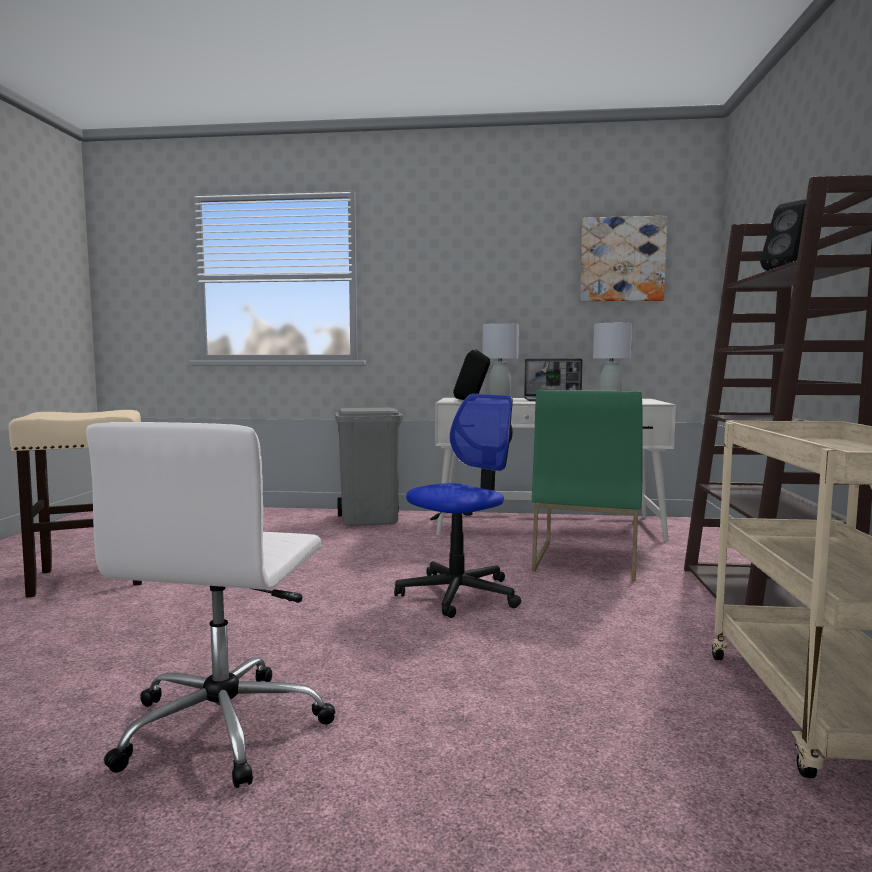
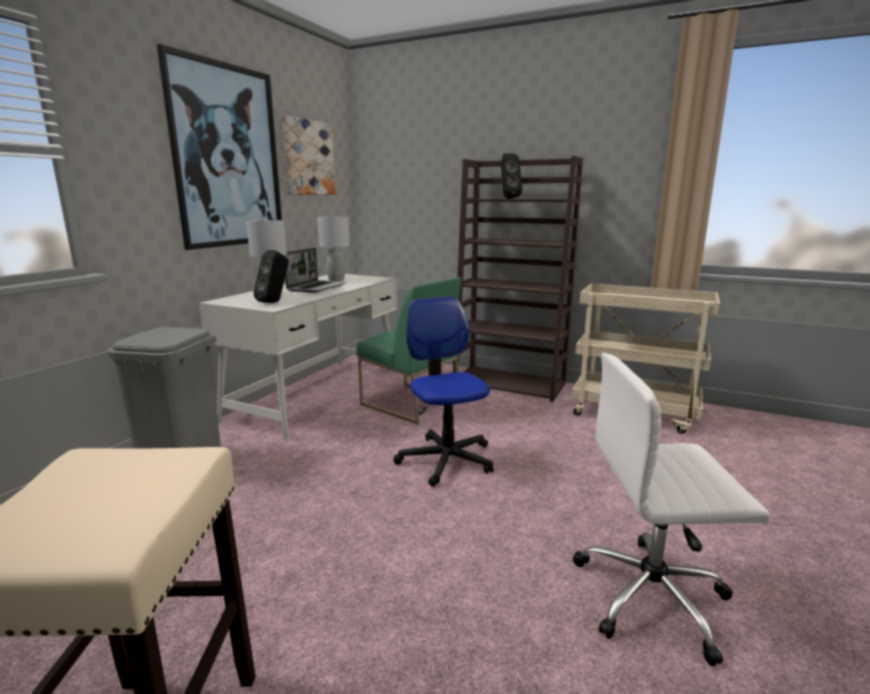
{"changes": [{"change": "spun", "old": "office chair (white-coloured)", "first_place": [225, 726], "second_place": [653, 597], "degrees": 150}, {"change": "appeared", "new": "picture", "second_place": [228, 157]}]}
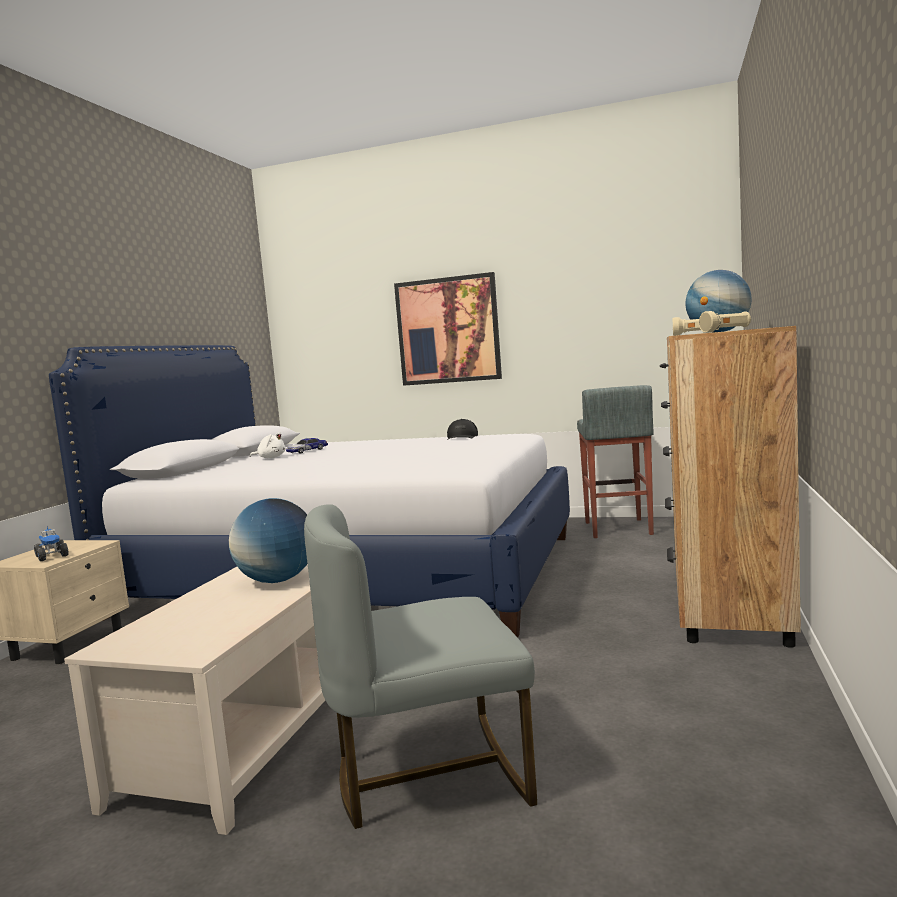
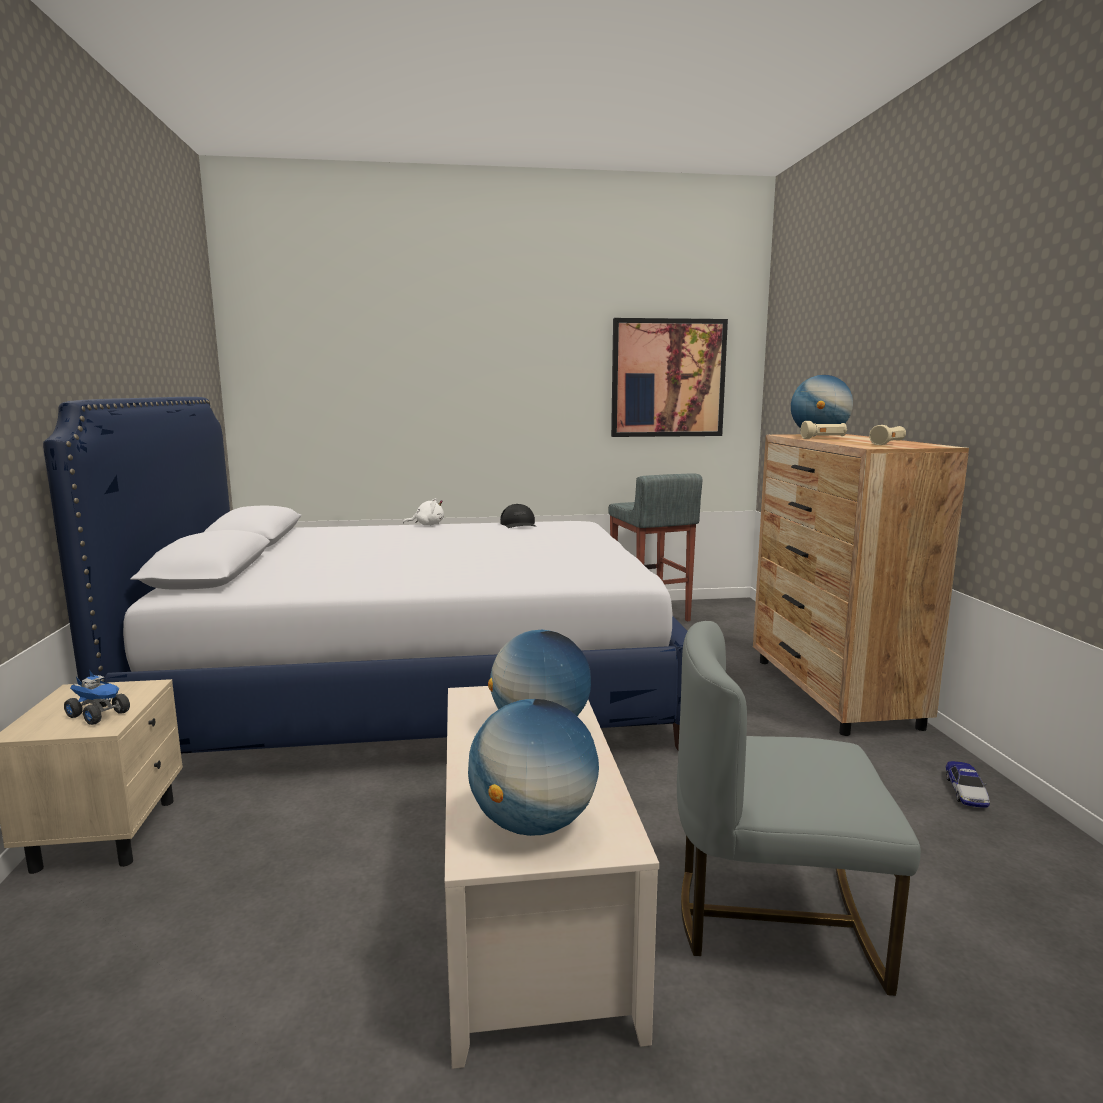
{"changes": [{"change": "relocated", "old": "picture", "first_place": [448, 330], "second_place": [668, 378]}, {"change": "relocated", "old": "cuddly toy (white-coloured)", "first_place": [270, 458], "second_place": [427, 525]}, {"change": "relocated", "old": "model car", "first_place": [307, 451], "second_place": [965, 791]}, {"change": "spun", "old": "upright chair (gray)", "first_place": [428, 773], "second_place": [774, 918], "degrees": 45}, {"change": "appeared", "new": "desk globe", "second_place": [533, 824]}]}
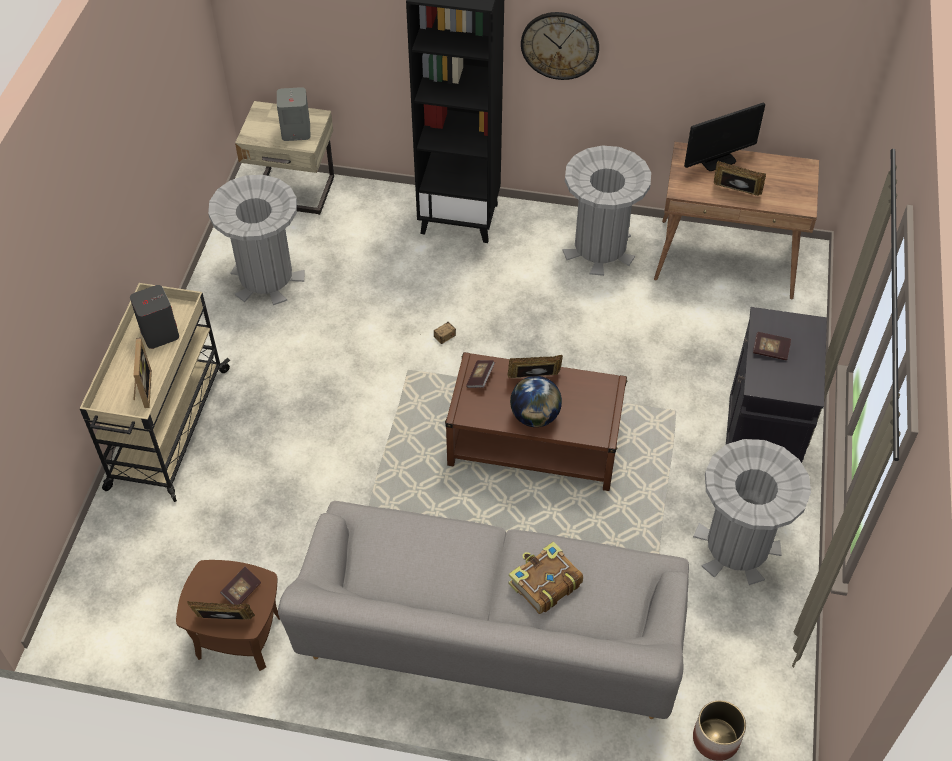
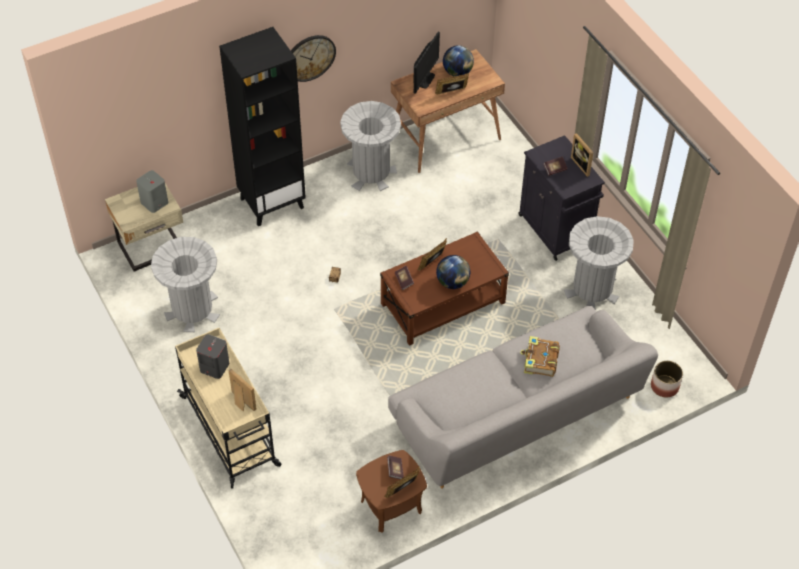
{"changes": [{"change": "appeared", "new": "desk globe", "second_place": [457, 72]}, {"change": "appeared", "new": "photo frame", "second_place": [583, 165]}]}
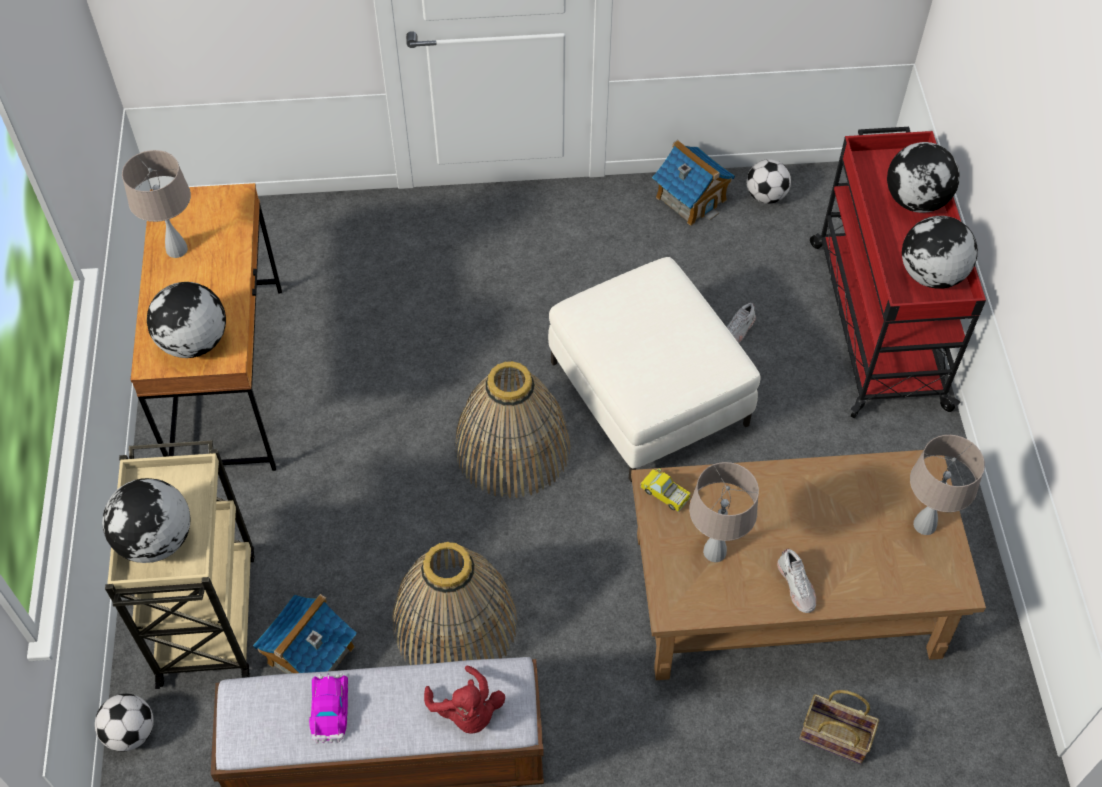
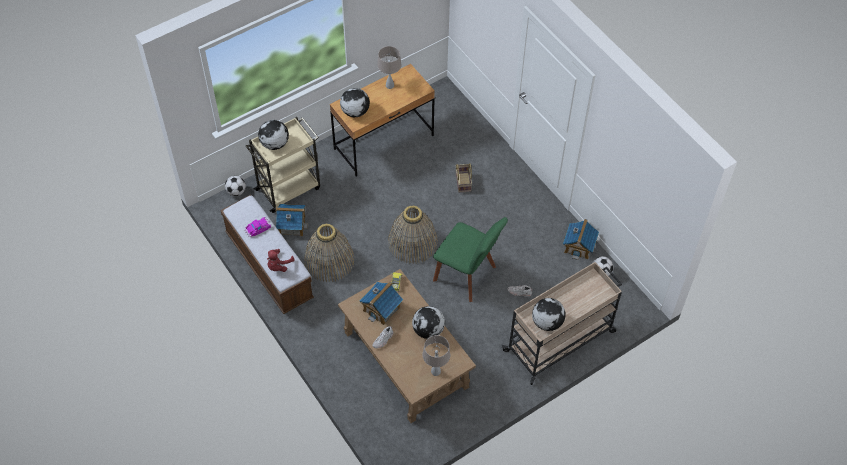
{"changes": [{"change": "colour", "old": "wheeled cart (reddish)", "new": "wheeled cart (beige-coloured)", "first_place": [877, 322], "second_place": [560, 341]}, {"change": "relocated", "old": "desk globe", "first_place": [916, 201], "second_place": [428, 330]}, {"change": "exchanged", "old": "footrest (white-coloured)", "new": "upright chair (green)", "first_place": [648, 394], "second_place": [467, 275]}, {"change": "exchanged", "old": "table lamp (beige-coloured)", "new": "model house", "first_place": [715, 551], "second_place": [381, 308]}, {"change": "relocated", "old": "household basket", "first_place": [832, 737], "second_place": [462, 182]}]}
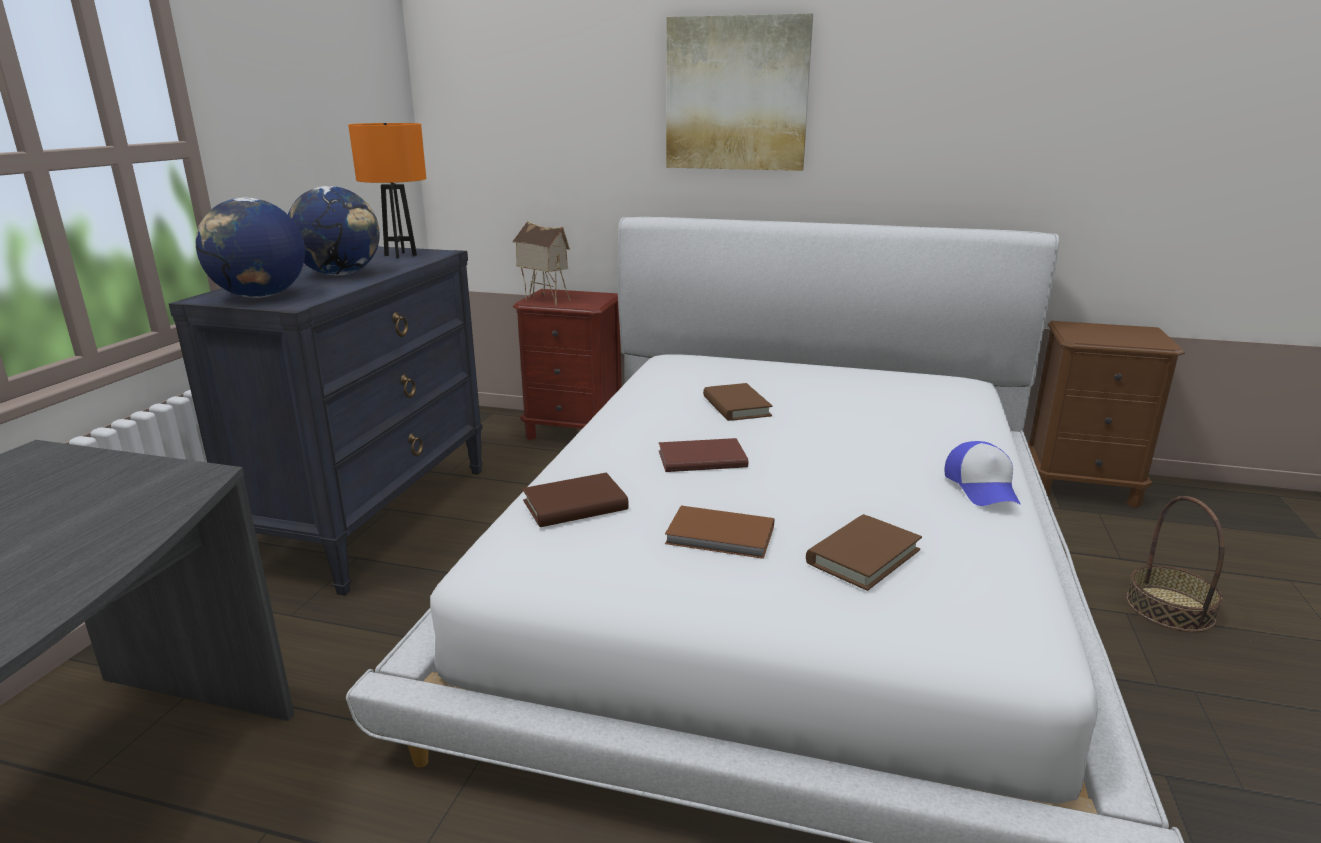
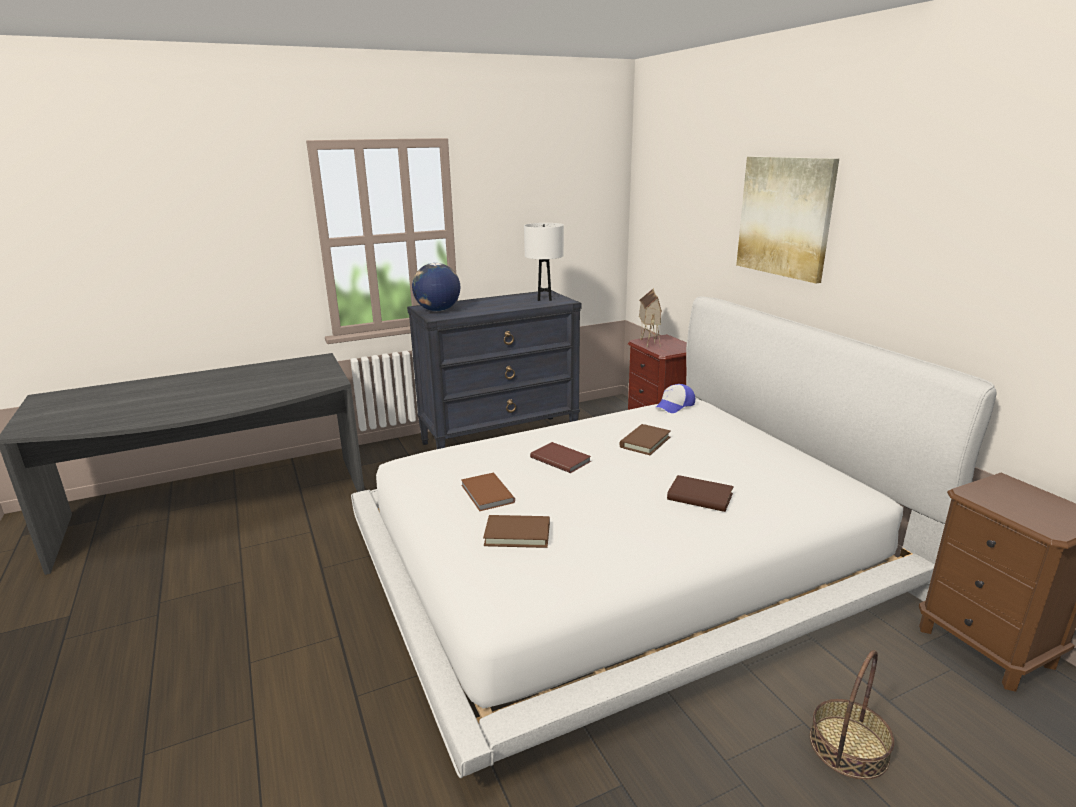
{"changes": [{"change": "colour", "old": "table lamp (orange-coloured)", "new": "table lamp (white-coloured)", "first_place": [401, 255], "second_place": [544, 299]}, {"change": "missing", "old": "desk globe", "first_place": [340, 274]}, {"change": "relocated", "old": "cap", "first_place": [982, 487], "second_place": [674, 405]}, {"change": "relocated", "old": "book (brown-coloured)", "first_place": [575, 506], "second_place": [699, 497]}]}
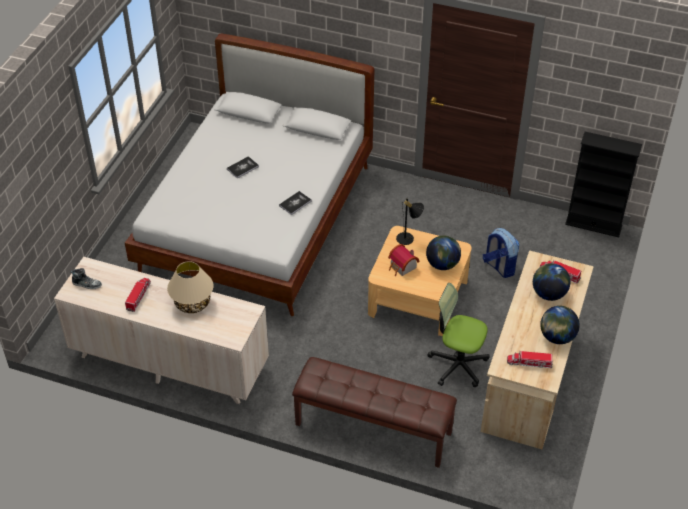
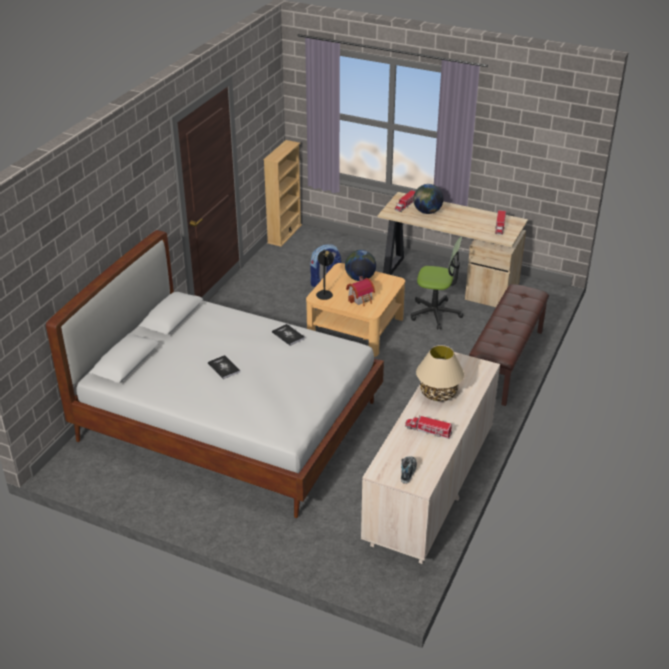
{"changes": [{"change": "colour", "old": "bookcase (black)", "new": "bookcase (beige-coloured)", "first_place": [593, 225], "second_place": [284, 234]}, {"change": "spun", "old": "office chair", "first_place": [457, 365], "second_place": [435, 313], "degrees": -105}, {"change": "missing", "old": "desk globe", "first_place": [557, 337]}]}
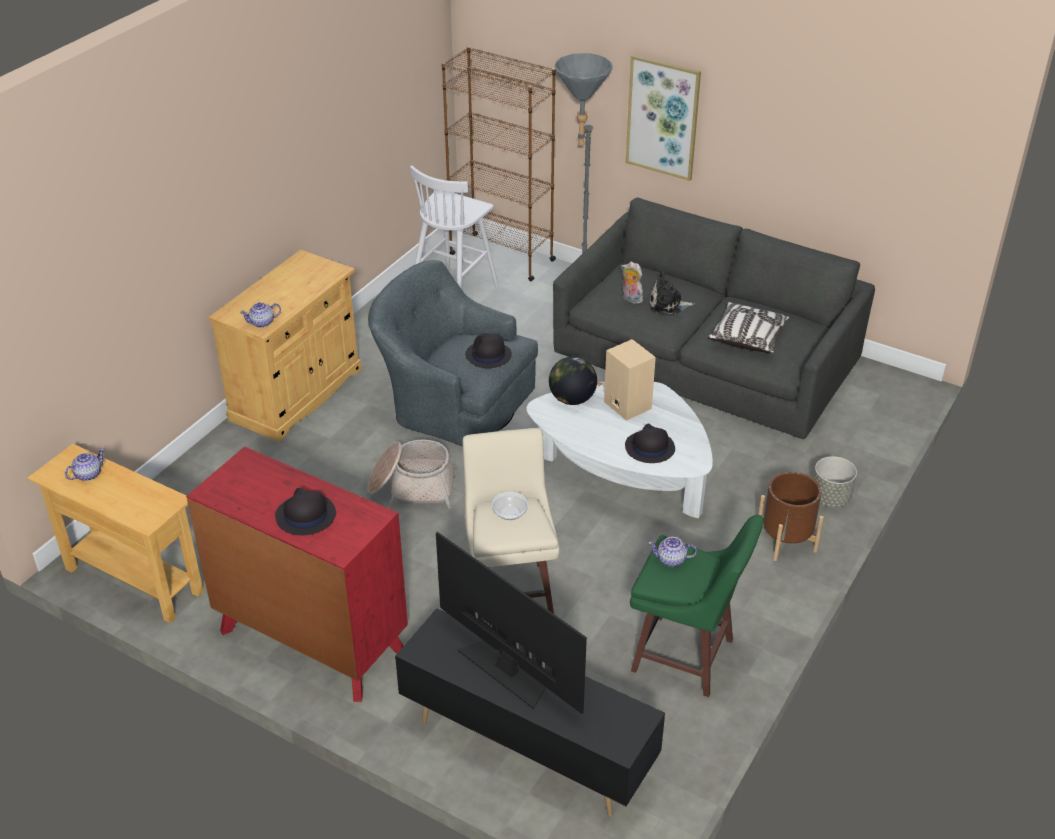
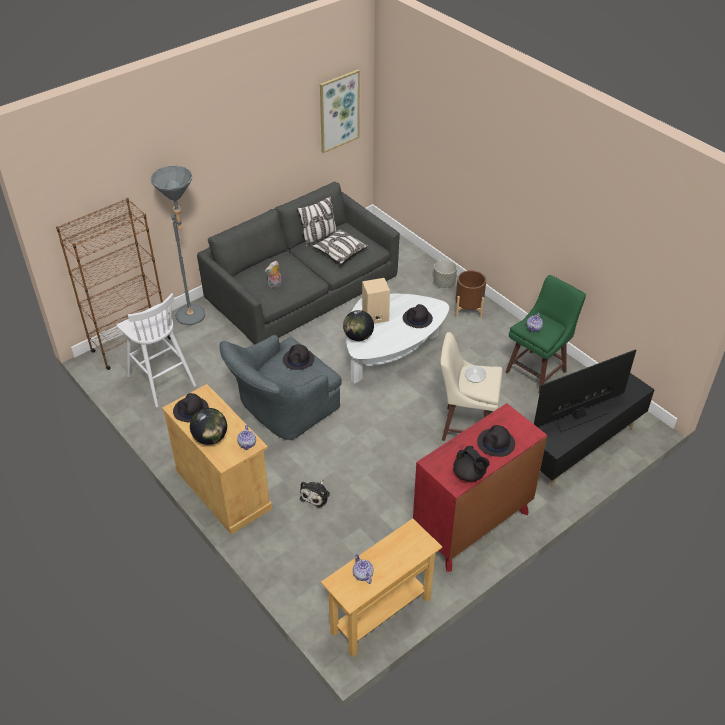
{"changes": [{"change": "relocated", "old": "picture", "first_place": [663, 117], "second_place": [339, 111]}, {"change": "relocated", "old": "cuddly toy", "first_place": [668, 305], "second_place": [316, 495]}, {"change": "missing", "old": "household basket", "first_place": [412, 486]}, {"change": "appeared", "new": "pillow", "second_place": [319, 237]}, {"change": "appeared", "new": "clothing hat (black)", "second_place": [191, 410]}, {"change": "appeared", "new": "desk globe", "second_place": [210, 438]}, {"change": "appeared", "new": "pot for tea (black)", "second_place": [469, 474]}]}
